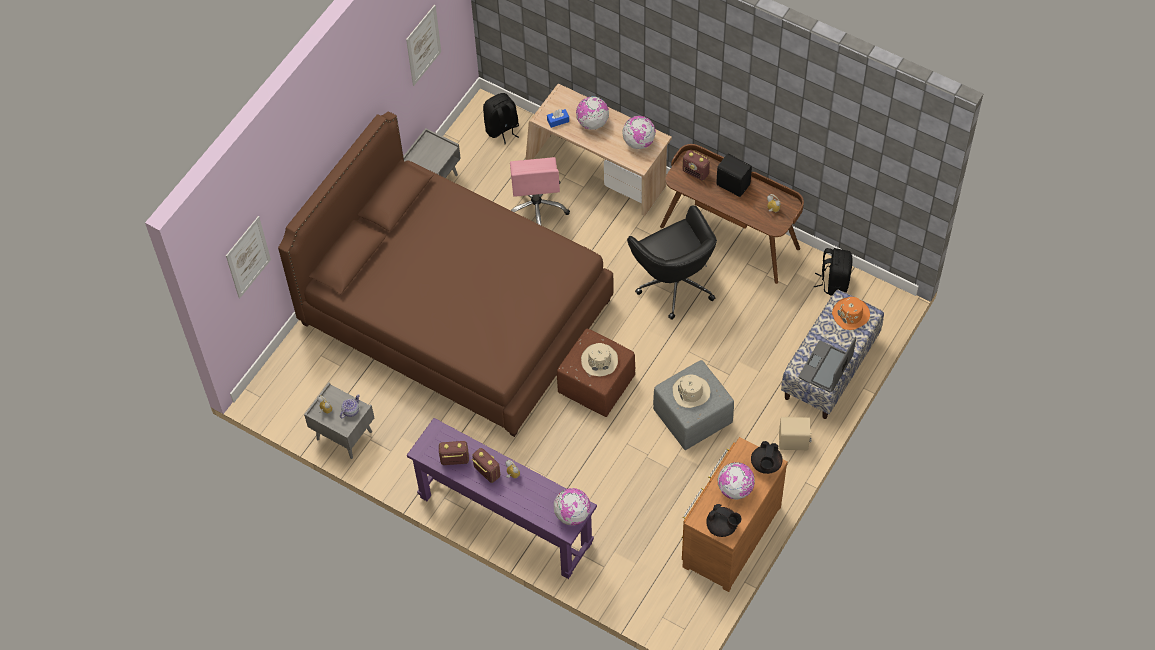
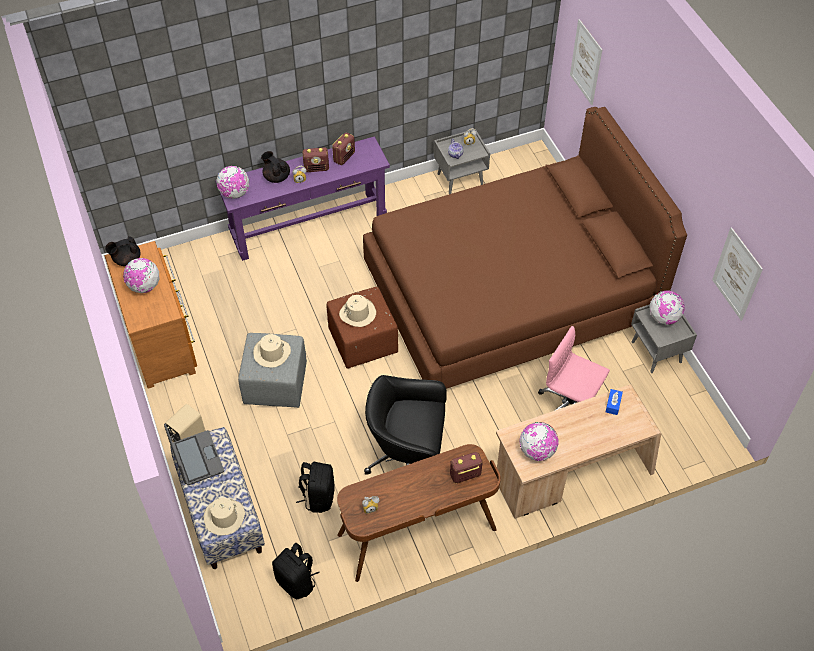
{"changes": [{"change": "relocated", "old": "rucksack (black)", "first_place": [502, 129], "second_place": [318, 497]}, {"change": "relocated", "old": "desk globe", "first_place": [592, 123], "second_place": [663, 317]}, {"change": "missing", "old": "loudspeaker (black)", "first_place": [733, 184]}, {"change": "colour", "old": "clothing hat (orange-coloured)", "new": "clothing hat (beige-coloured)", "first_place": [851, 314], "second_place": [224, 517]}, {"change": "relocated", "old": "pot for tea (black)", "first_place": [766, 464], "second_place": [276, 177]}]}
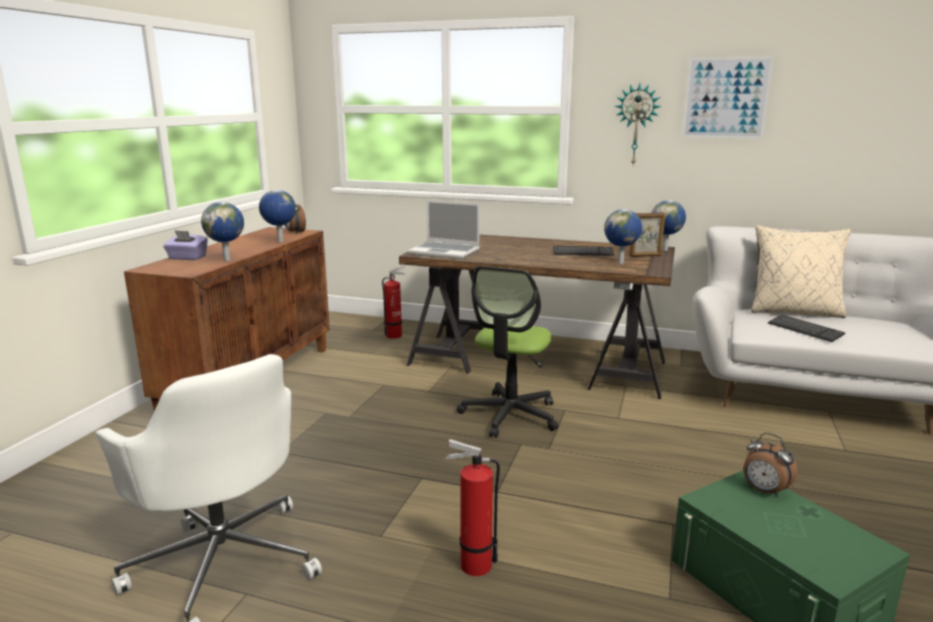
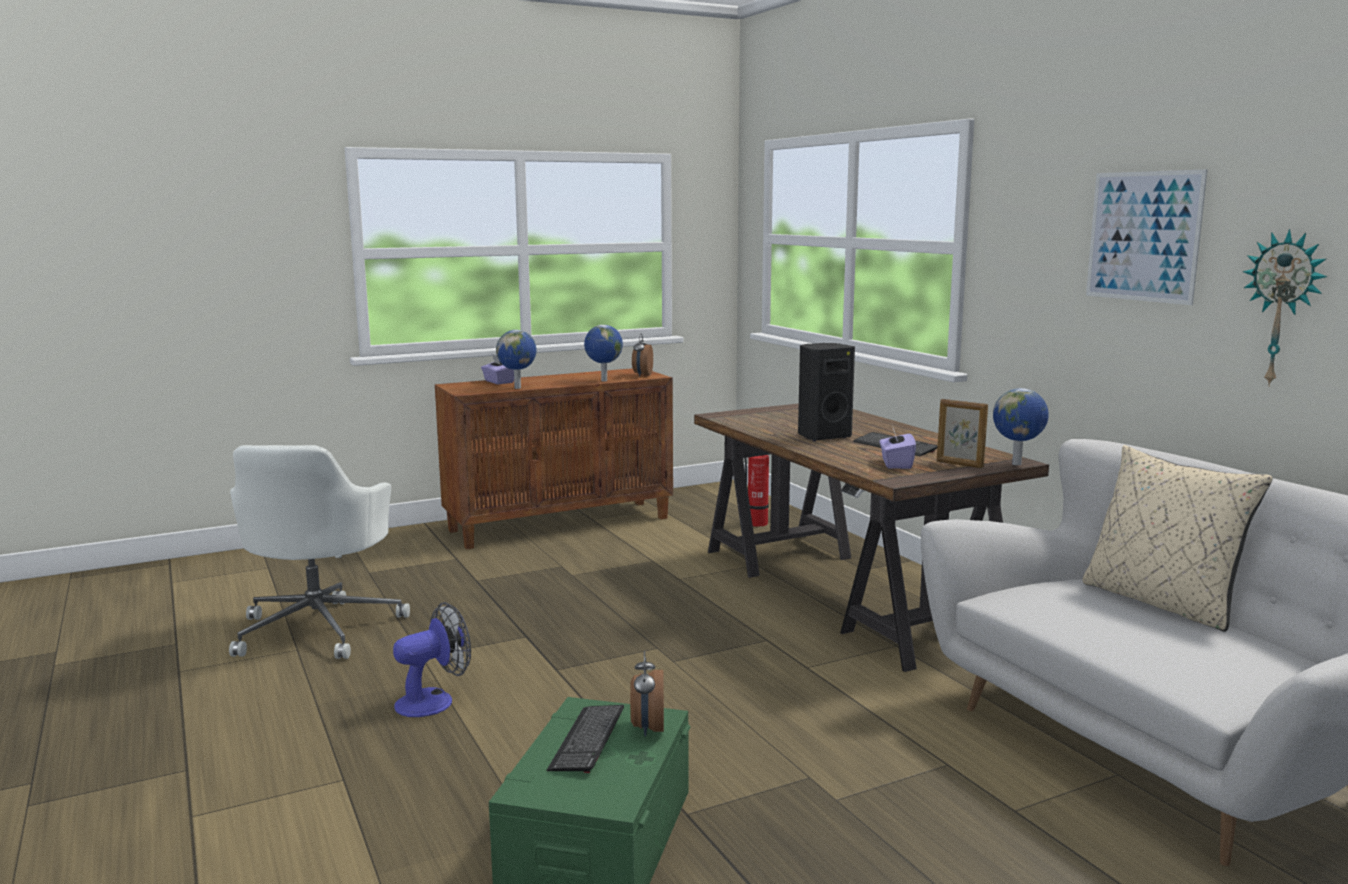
{"changes": [{"change": "relocated", "old": "wall clock", "first_place": [636, 125], "second_place": [1283, 308]}, {"change": "missing", "old": "laptop", "first_place": [445, 252]}, {"change": "exchanged", "old": "desk globe", "new": "tissue box (purple-coloured)", "first_place": [621, 263], "second_place": [896, 464]}, {"change": "missing", "old": "office chair", "first_place": [510, 415]}, {"change": "relocated", "old": "keyboard", "first_place": [805, 330], "second_place": [587, 740]}, {"change": "exchanged", "old": "fire extinguisher", "new": "electric fan", "first_place": [471, 565], "second_place": [434, 700]}, {"change": "appeared", "new": "loudspeaker (black)", "second_place": [823, 436]}]}
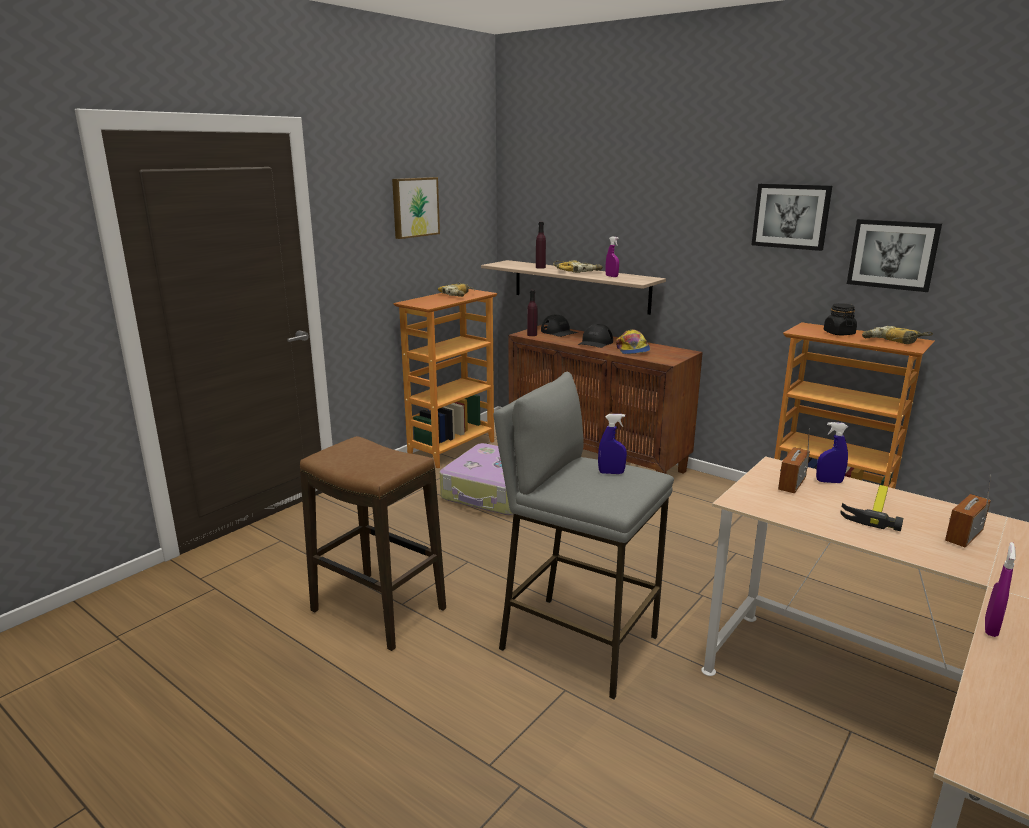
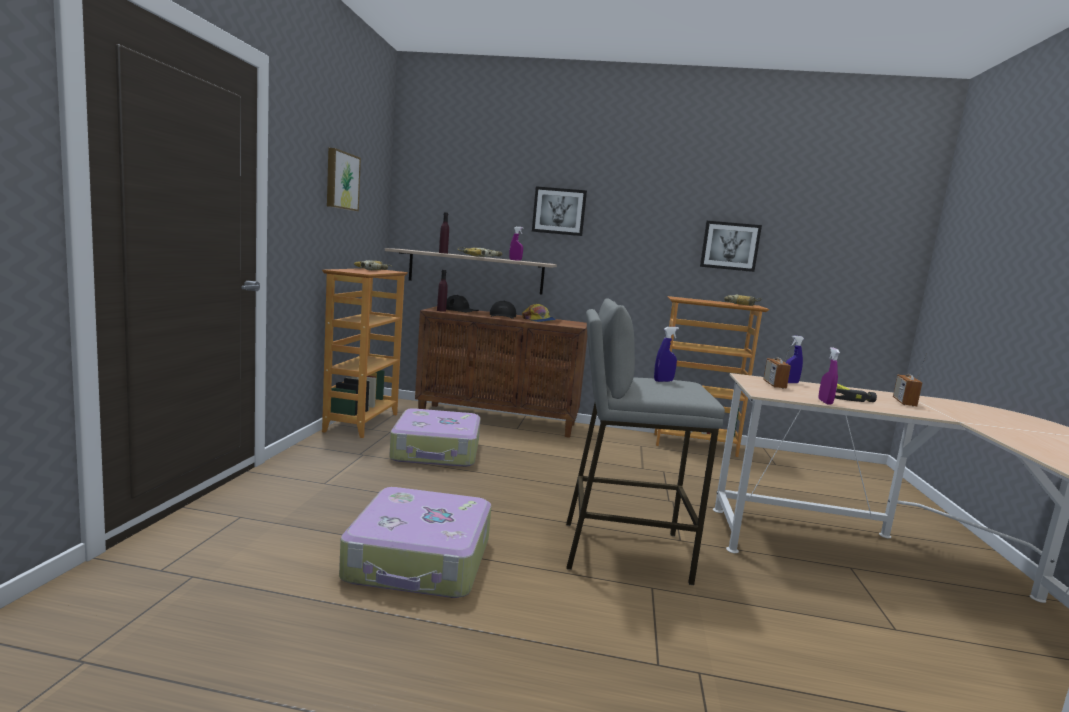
{"changes": [{"change": "relocated", "old": "picture", "first_place": [791, 216], "second_place": [559, 211]}, {"change": "missing", "old": "storage jar (black)", "first_place": [838, 333]}, {"change": "exchanged", "old": "stool", "new": "piece of luggage", "first_place": [379, 610], "second_place": [420, 560]}, {"change": "relocated", "old": "spray bottle (purple-coloured)", "first_place": [991, 628], "second_place": [825, 402]}]}
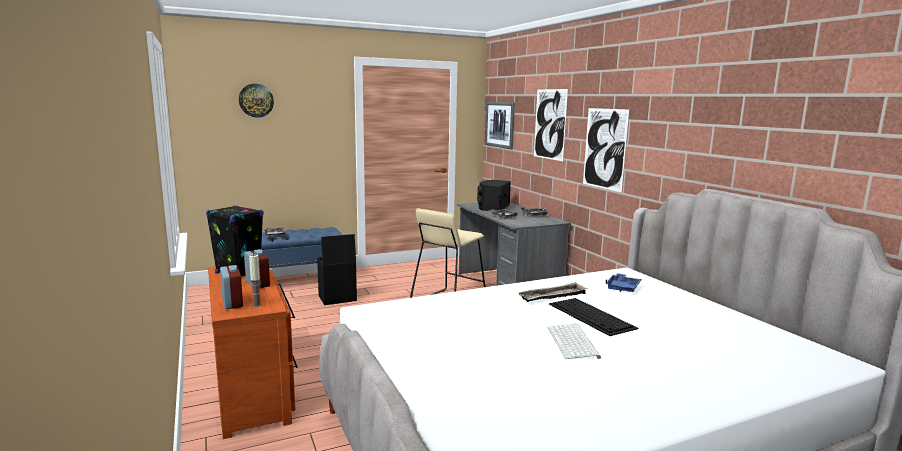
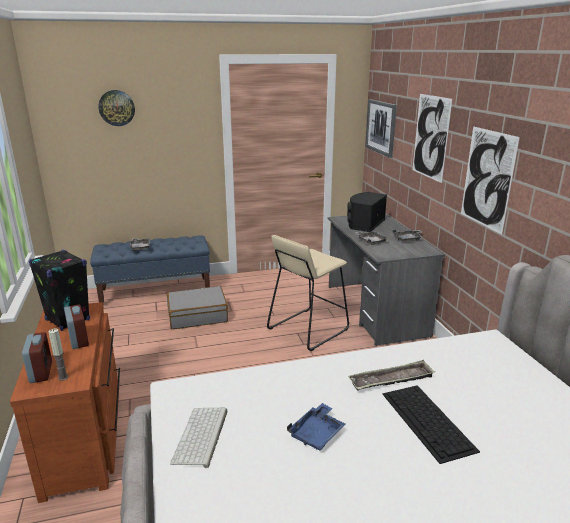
{"changes": [{"change": "exchanged", "old": "storage container (black)", "new": "piece of luggage (gray)", "first_place": [336, 298], "second_place": [197, 315]}, {"change": "relocated", "old": "carrying tray (blue)", "first_place": [623, 288], "second_place": [317, 434]}, {"change": "relocated", "old": "keyboard", "first_place": [574, 342], "second_place": [201, 437]}]}
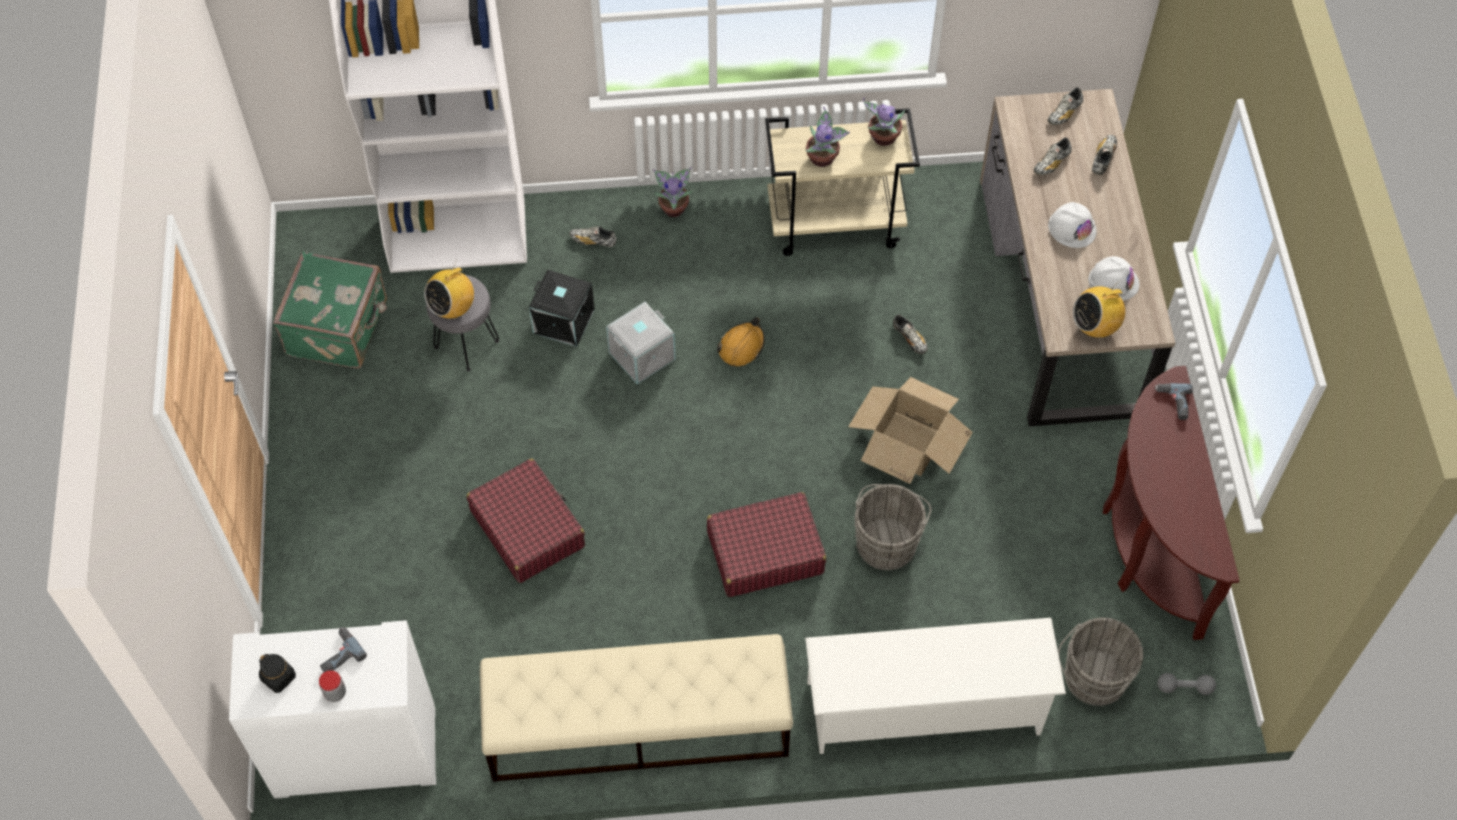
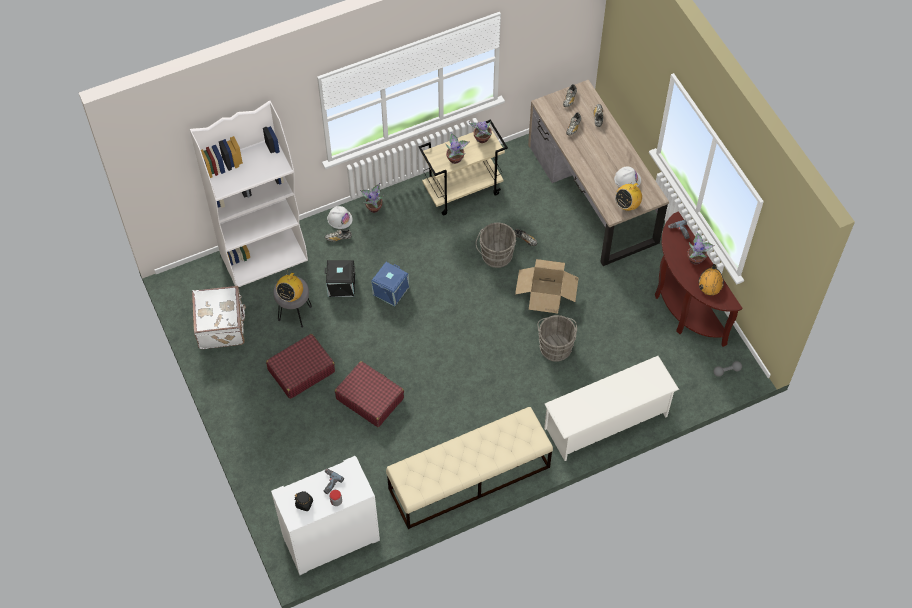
{"changes": [{"change": "relocated", "old": "work helmet (white-coloured)", "first_place": [1072, 228], "second_place": [339, 218]}, {"change": "colour", "old": "piece of luggage (green)", "new": "piece of luggage (white-coloured)", "first_place": [339, 328], "second_place": [222, 326]}, {"change": "colour", "old": "storage container (gray)", "new": "storage container (blue)", "first_place": [642, 357], "second_place": [391, 291]}, {"change": "relocated", "old": "work helmet (orange-coloured)", "first_place": [741, 347], "second_place": [710, 283]}, {"change": "relocated", "old": "piece of luggage (reddish)", "first_place": [764, 552], "second_place": [301, 371]}, {"change": "relocated", "old": "bucket (gray)", "first_place": [1092, 680], "second_place": [496, 257]}, {"change": "appeared", "new": "houseplant", "second_place": [696, 258]}]}
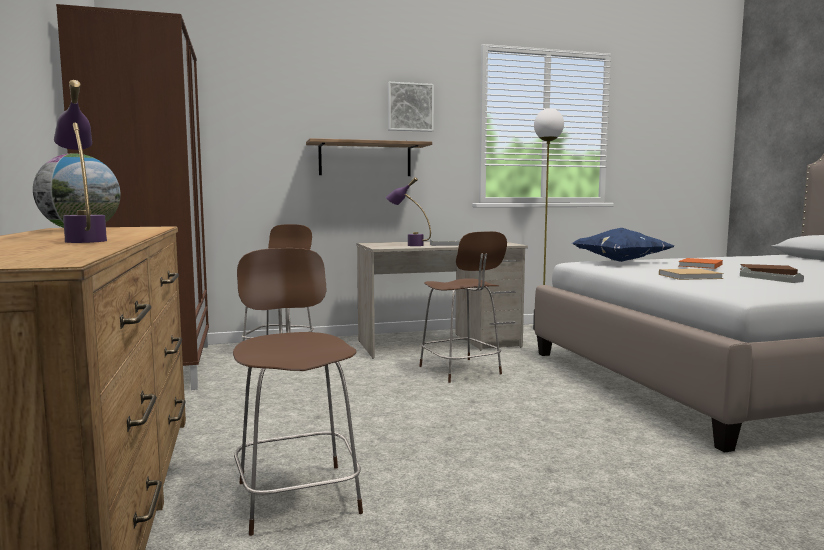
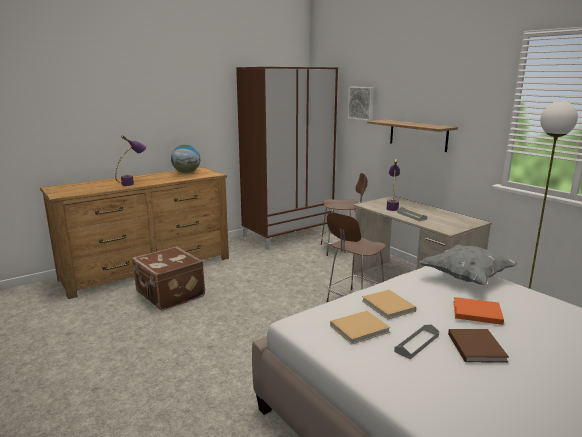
{"changes": [{"change": "relocated", "old": "picture", "first_place": [410, 107], "second_place": [361, 103]}, {"change": "colour", "old": "pillow (blue)", "new": "pillow (gray)", "first_place": [619, 261], "second_place": [467, 278]}, {"change": "exchanged", "old": "upright chair (brown-coloured)", "new": "piece of luggage (brown-coloured)", "first_place": [297, 494], "second_place": [169, 295]}, {"change": "appeared", "new": "book (beige-coloured)", "second_place": [361, 328]}]}
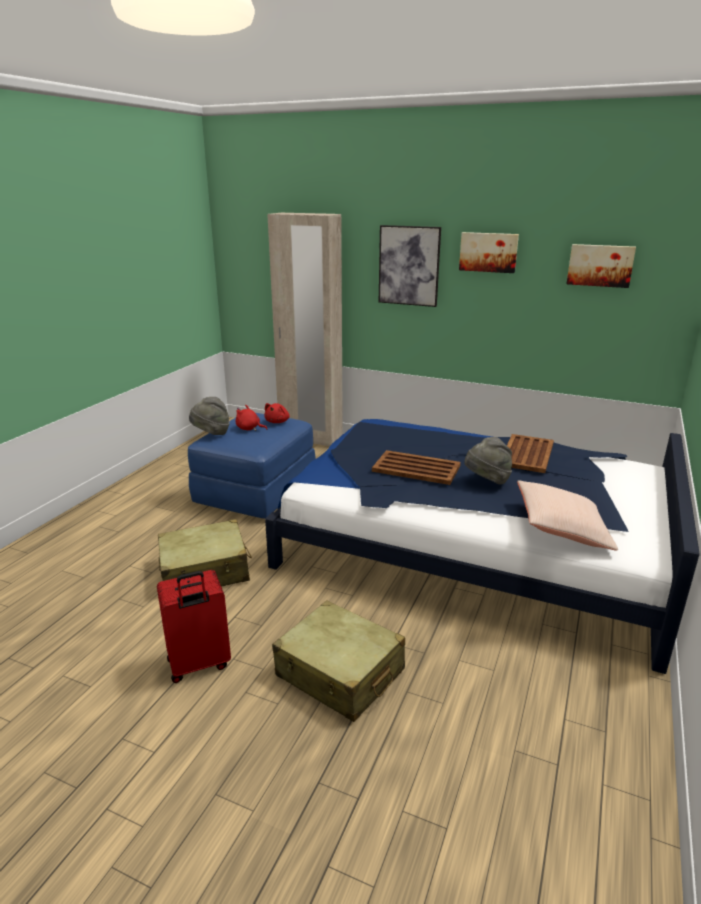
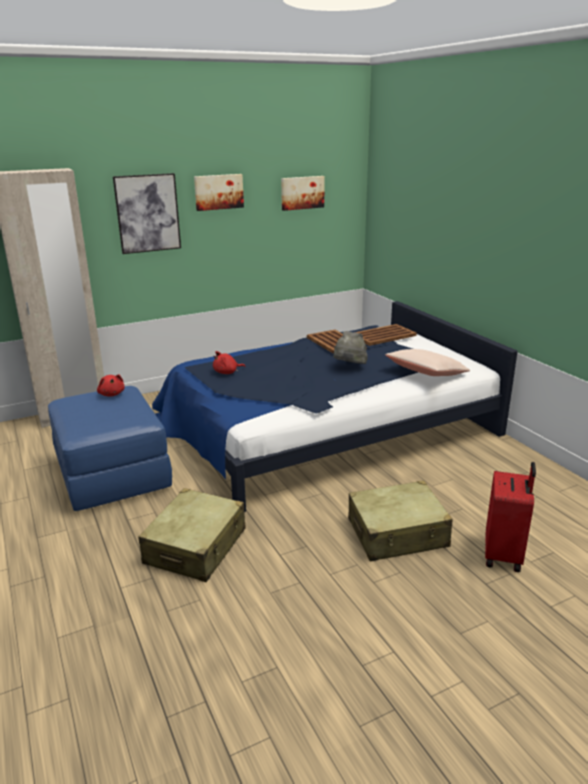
{"changes": [{"change": "missing", "old": "clothing hat (gray)", "first_place": [211, 433]}, {"change": "relocated", "old": "cuddly toy (reddish)", "first_place": [249, 428], "second_place": [227, 372]}, {"change": "relocated", "old": "carrying tray (brown-coloured)", "first_place": [415, 468], "second_place": [382, 336]}, {"change": "relocated", "old": "piece of luggage (reddish)", "first_place": [199, 664], "second_place": [504, 555]}]}
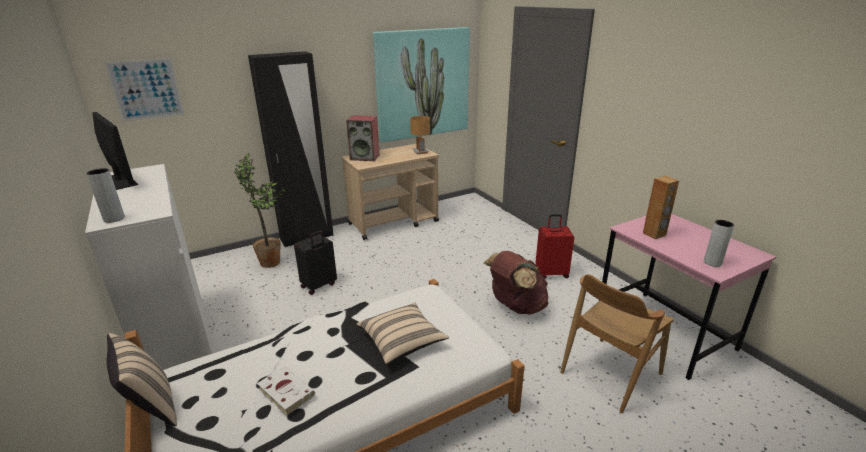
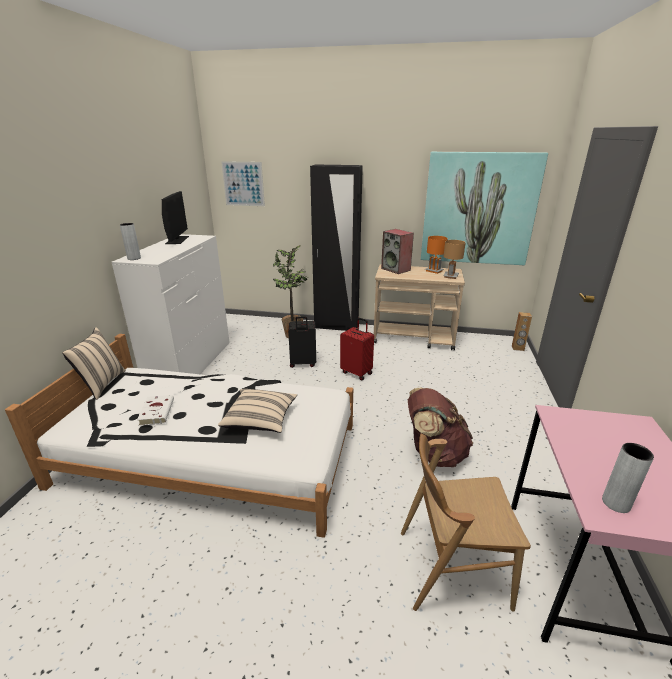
{"changes": [{"change": "relocated", "old": "loudspeaker (brown-coloured)", "first_place": [654, 234], "second_place": [517, 348]}, {"change": "relocated", "old": "piece of luggage (reddish)", "first_place": [551, 273], "second_place": [357, 372]}, {"change": "appeared", "new": "table lamp (orange-coloured)", "second_place": [434, 271]}]}
